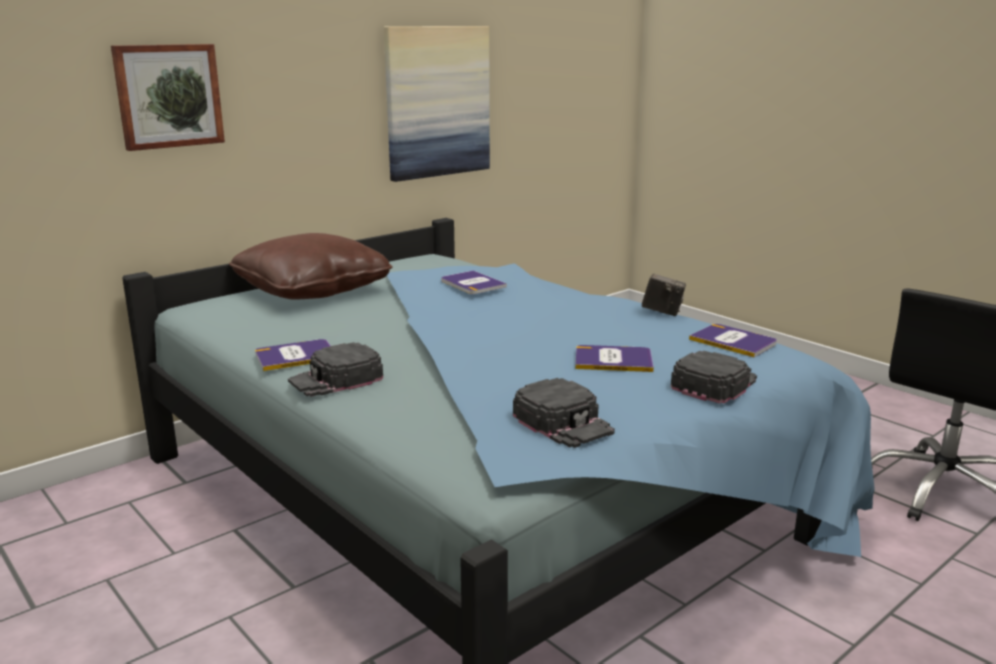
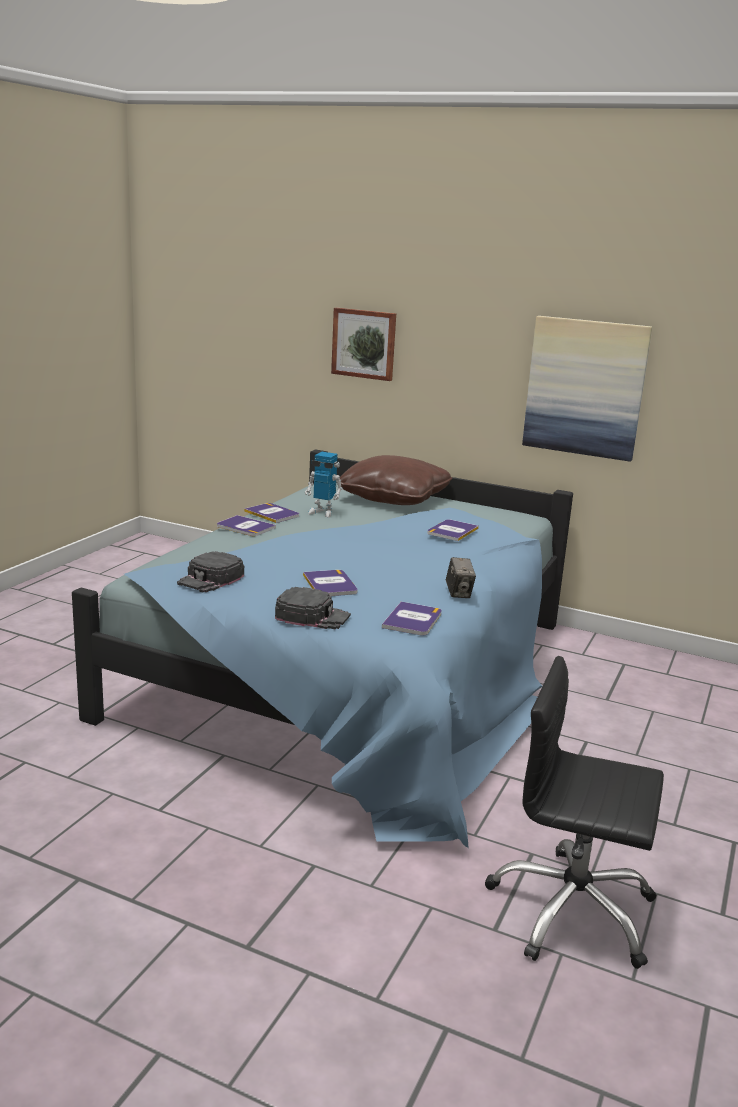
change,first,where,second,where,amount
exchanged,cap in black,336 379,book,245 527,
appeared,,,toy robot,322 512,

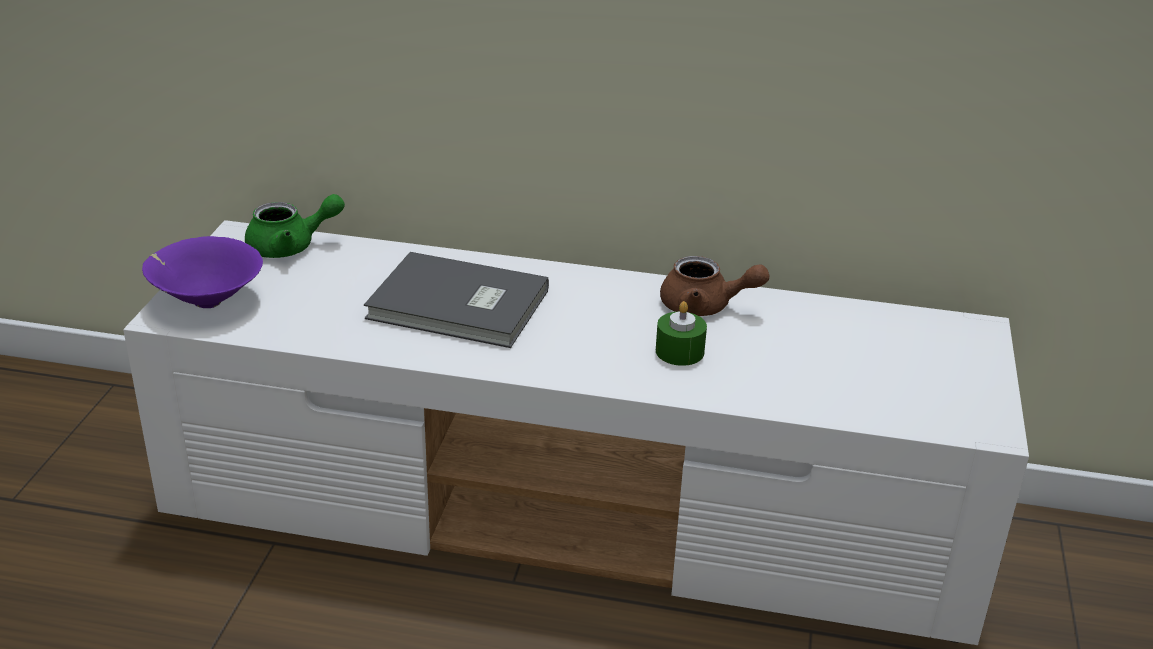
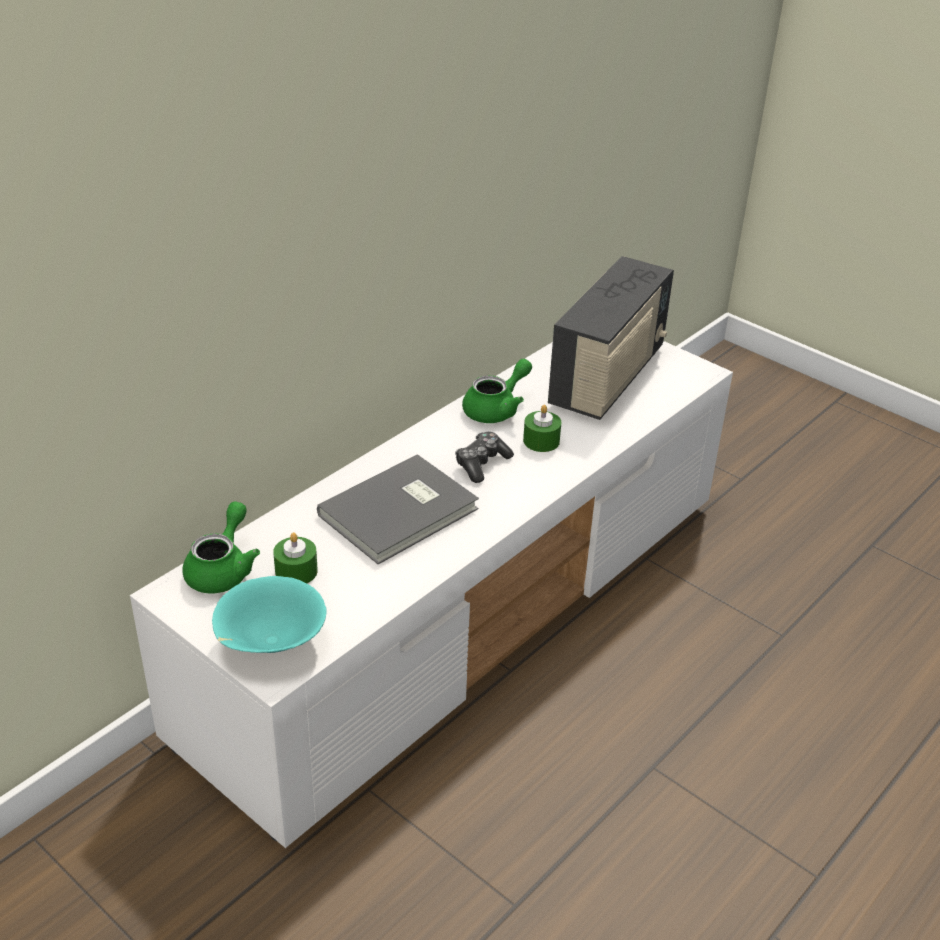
change,first,where,second,where,amount
colour,bowl in purple,205 301,bowl in turquoise,270 644,
appeared,,,candle in green,296 571,
appeared,,,game controller,481 464,
colour,teapot in brown,705 306,teapot in green,496 409,
appeared,,,radio,608 378,

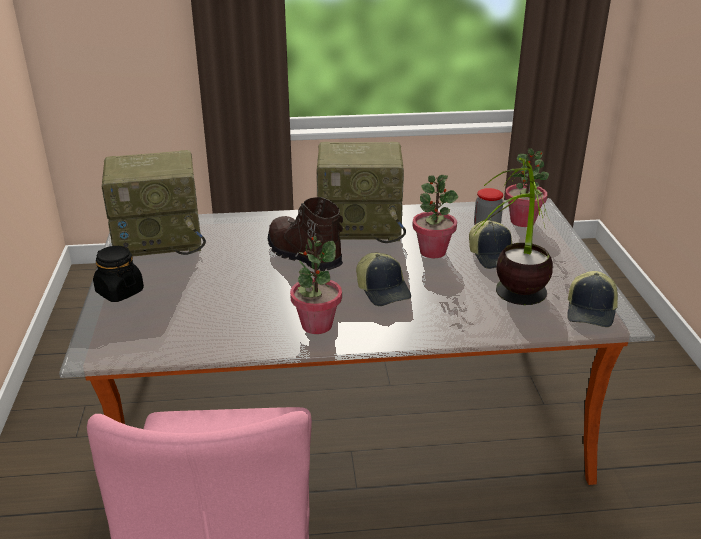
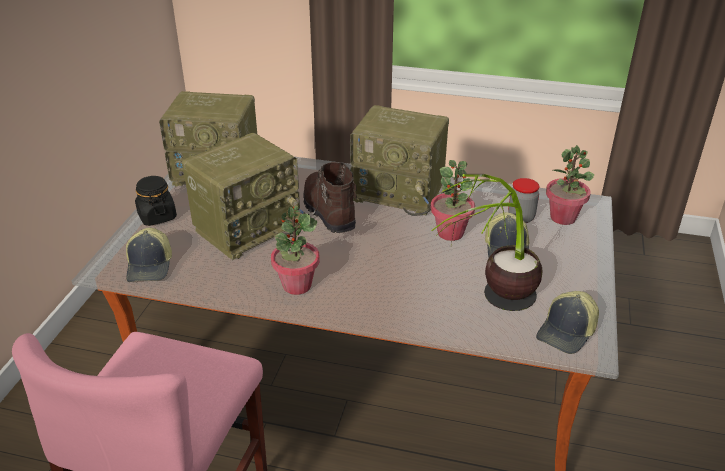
change,first,where,second,where,amount
relocated,cap,383 290,,151 266,
appeared,,,radio,248 227,

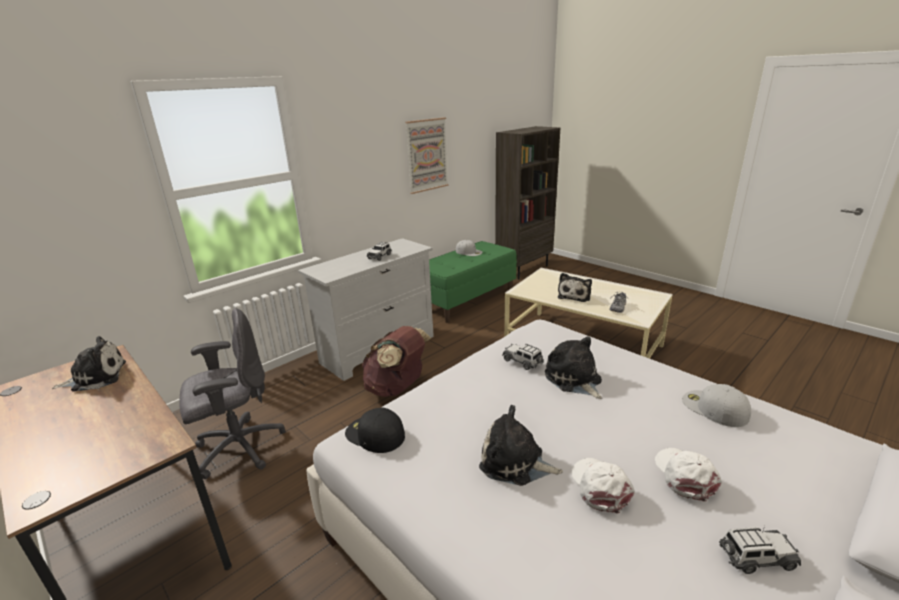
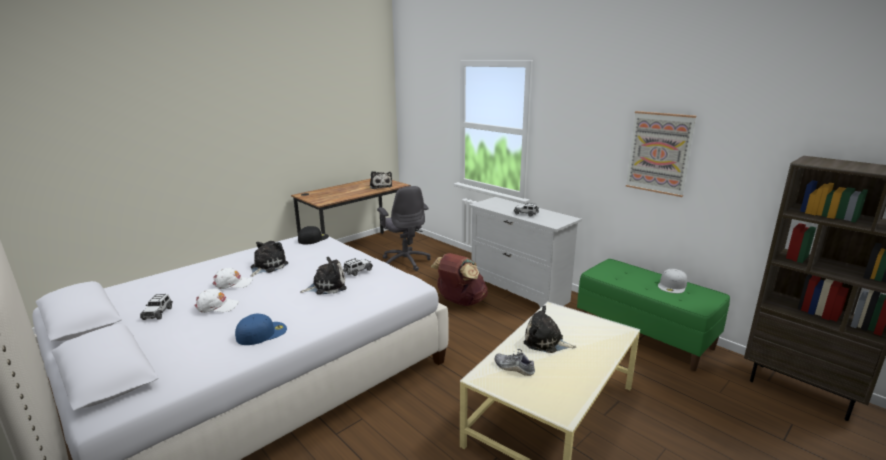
change,first,where,second,where,amount
colour,cap in white,714 408,cap in blue,262 333,

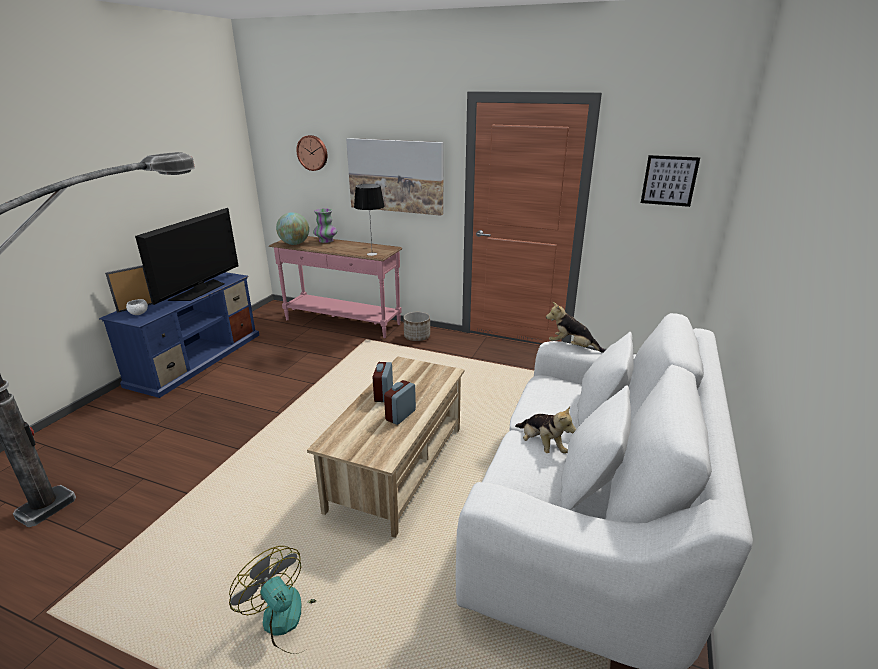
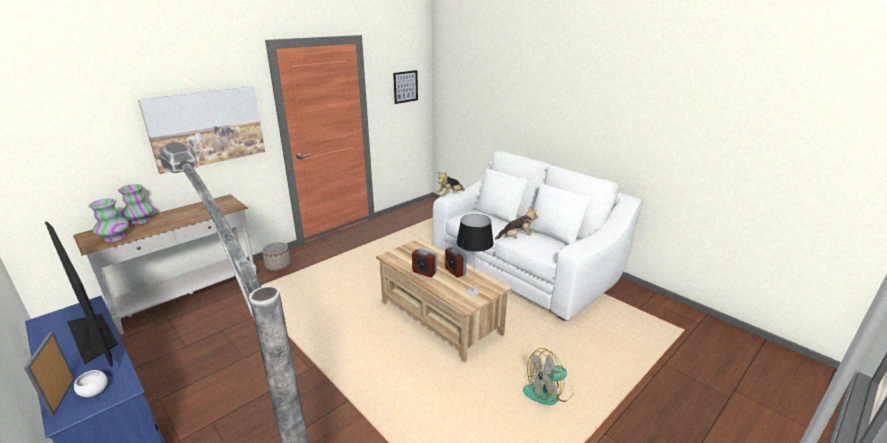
change,first,where,second,where,amount
colour,console table in pink,342 322,console table in white,189 298,
exchanged,globe,294 244,vase,114 238,
relocated,table lamp,371 254,,472 292,
missing,wall clock,313 153,,,

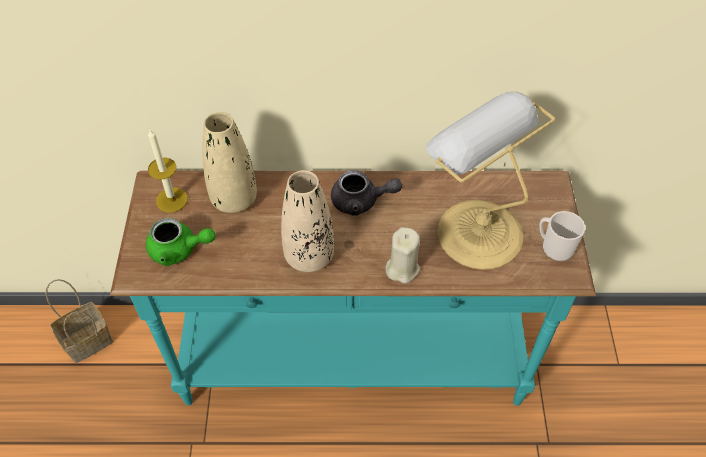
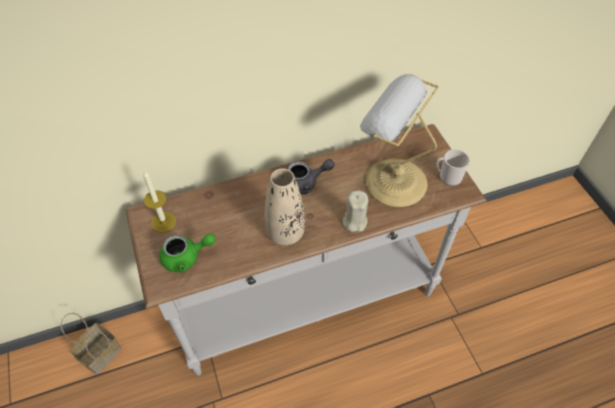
change,first,where,second,where,amount
colour,console table in turquoise,353 363,console table in white,307 304,
missing,vase in beige,234 199,,,

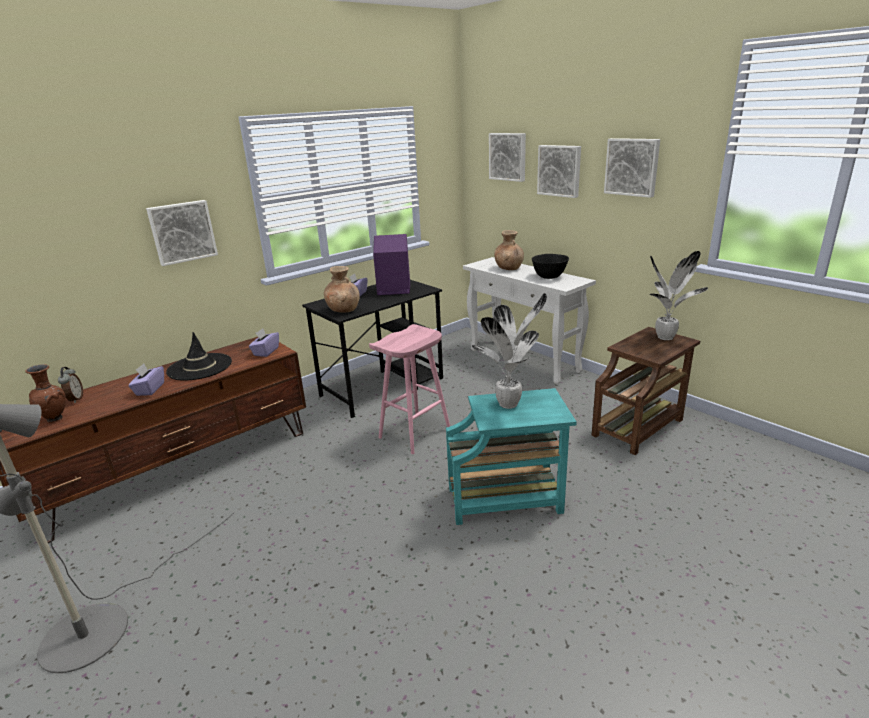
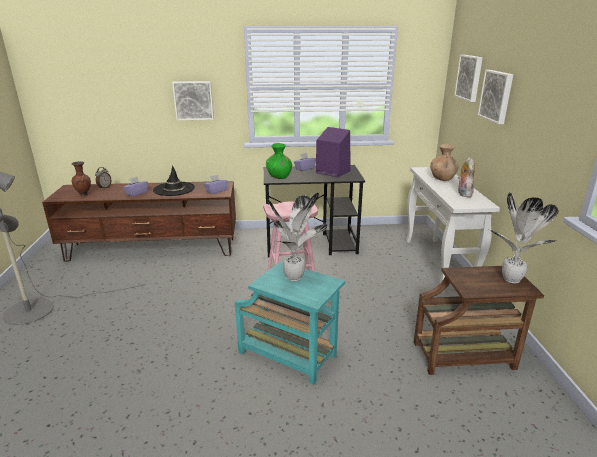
change,first,where,second,where,amount
colour,vase in brown,344 309,vase in green,279 176,
exchanged,bowl in black,549 276,plush toy,463 194,
missing,picture,632 167,,,

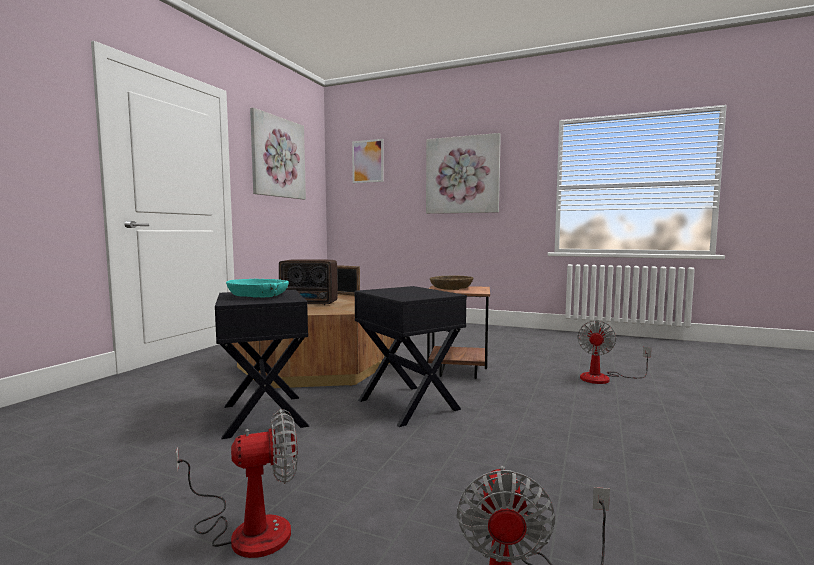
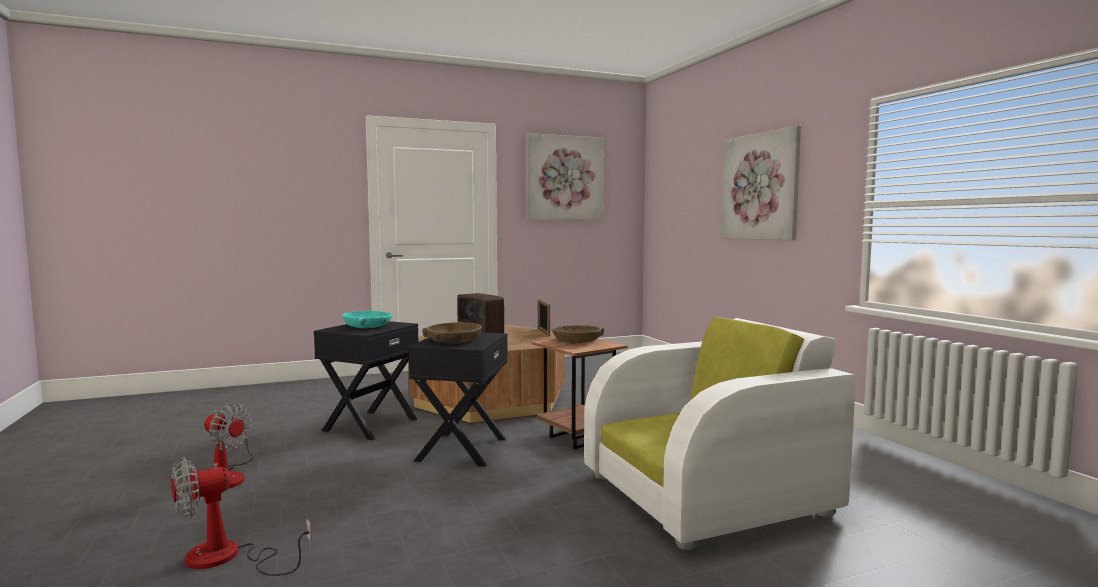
change,first,where,second,where,amount
appeared,,,bowl in brown,454 341,
exchanged,fan,604 378,armchair in white,708 494,
missing,picture,367 161,,,

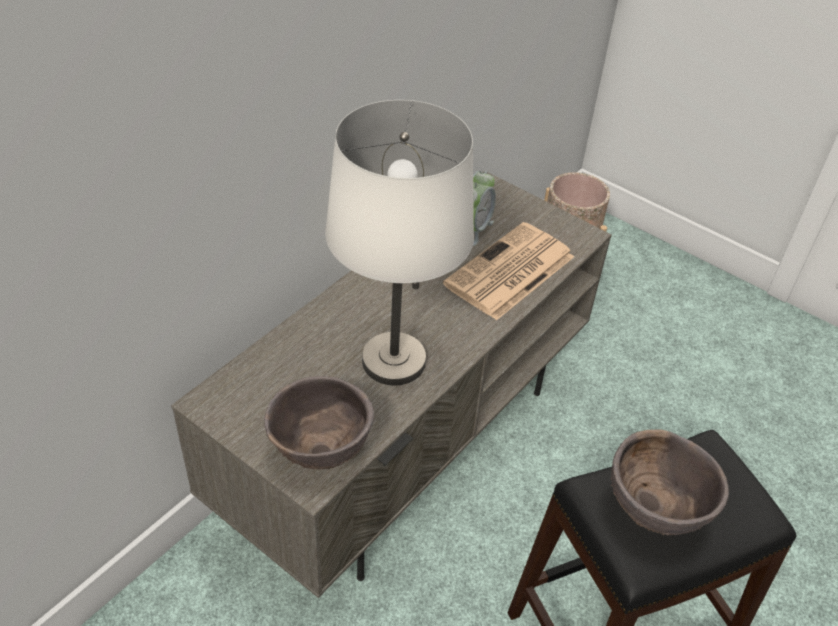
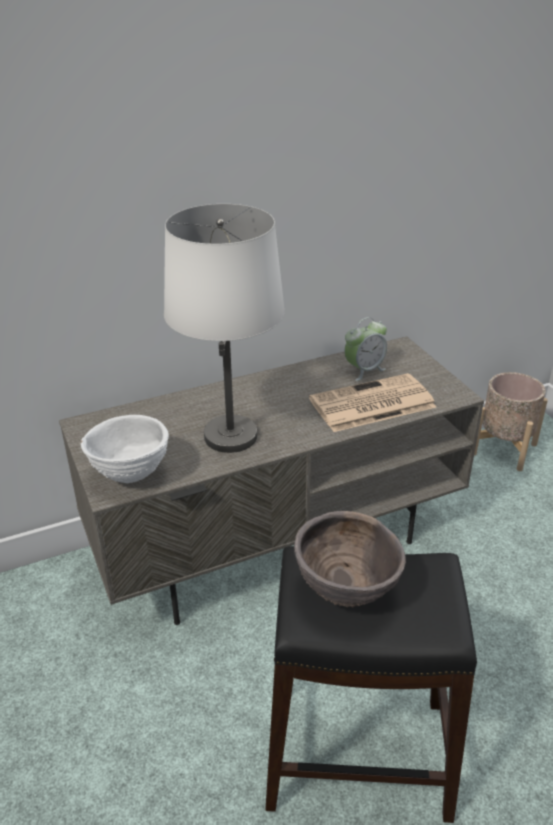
change,first,where,second,where,amount
colour,bowl in brown,320 451,bowl in white,131 475,

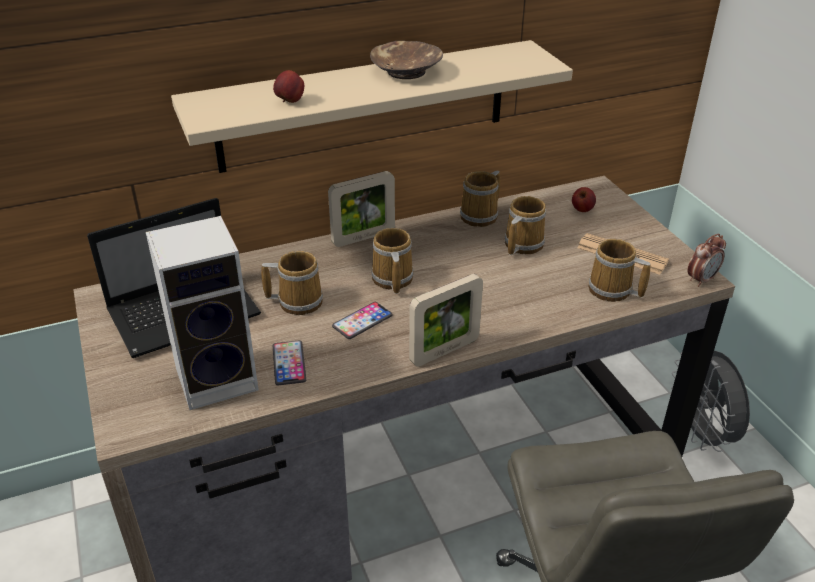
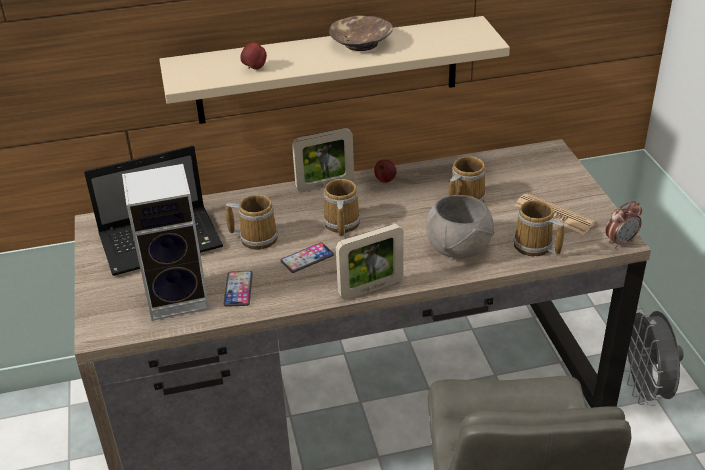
change,first,where,second,where,amount
relocated,apple,582 210,,385 180,
appeared,,,bowl in grey,459 249,
missing,mug,481 216,,,

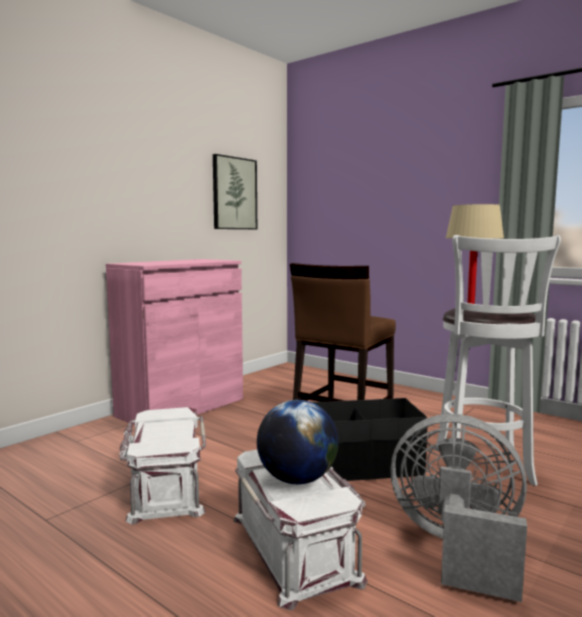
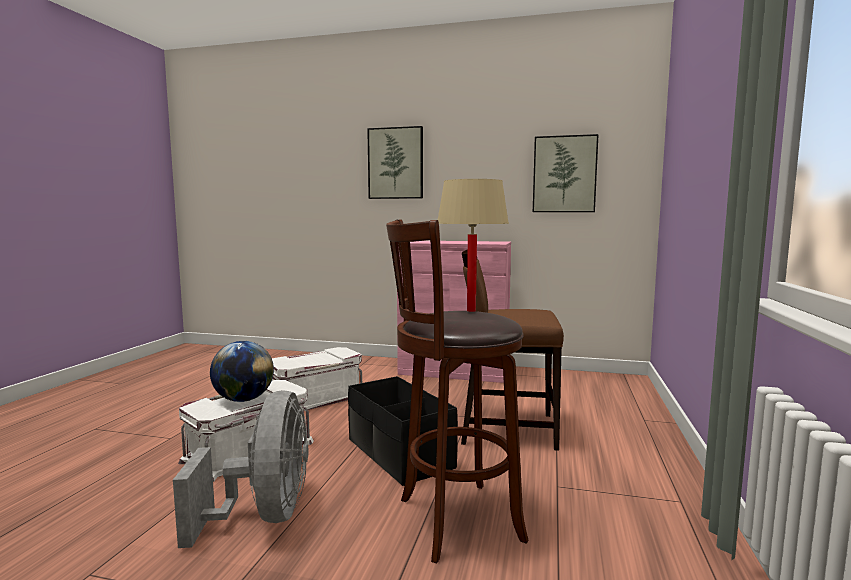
change,first,where,second,where,amount
appeared,,,picture,395 163,
colour,stool in white,483 468,stool in brown,453 520,

